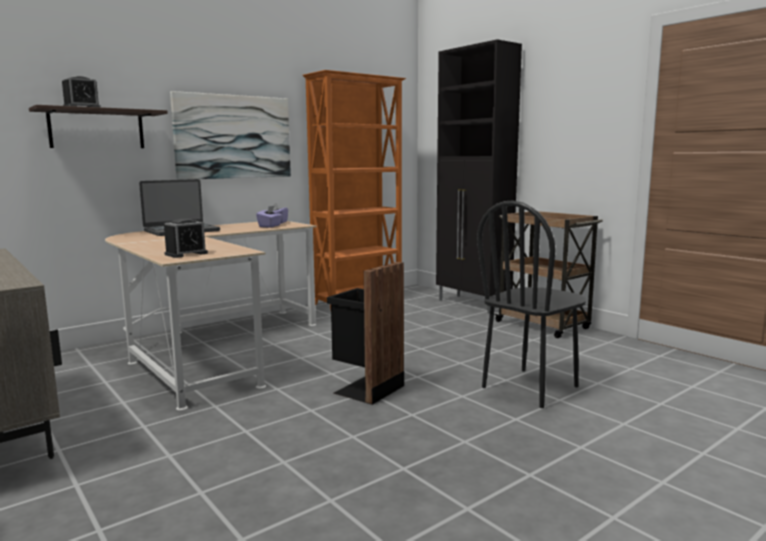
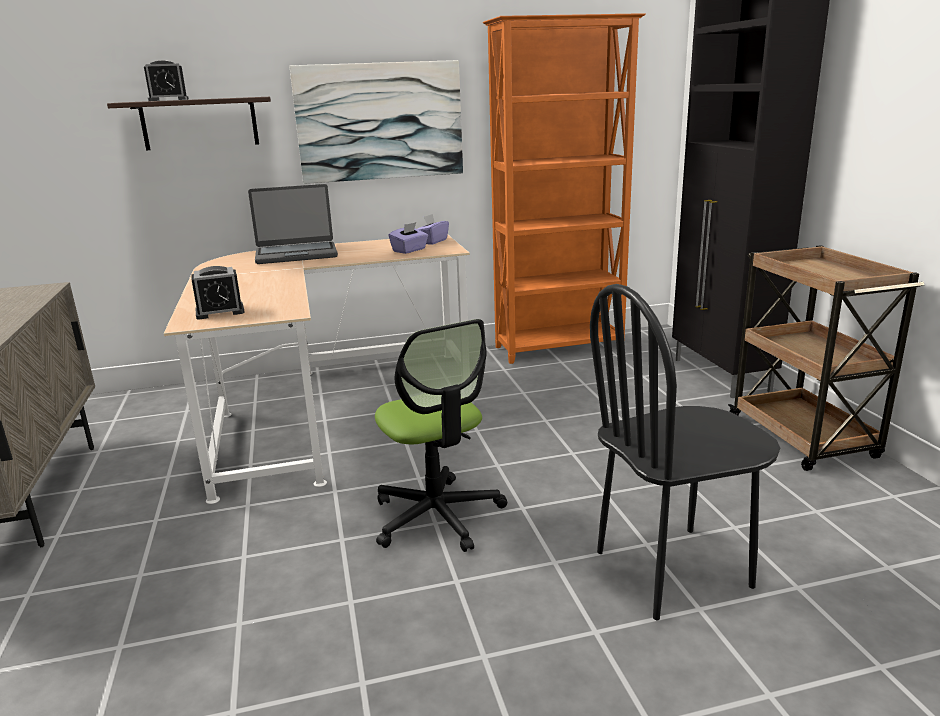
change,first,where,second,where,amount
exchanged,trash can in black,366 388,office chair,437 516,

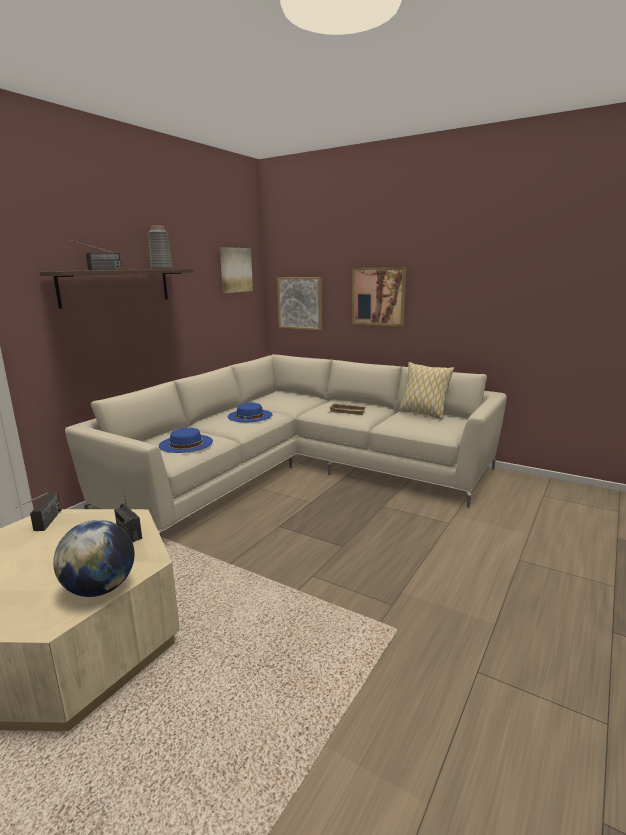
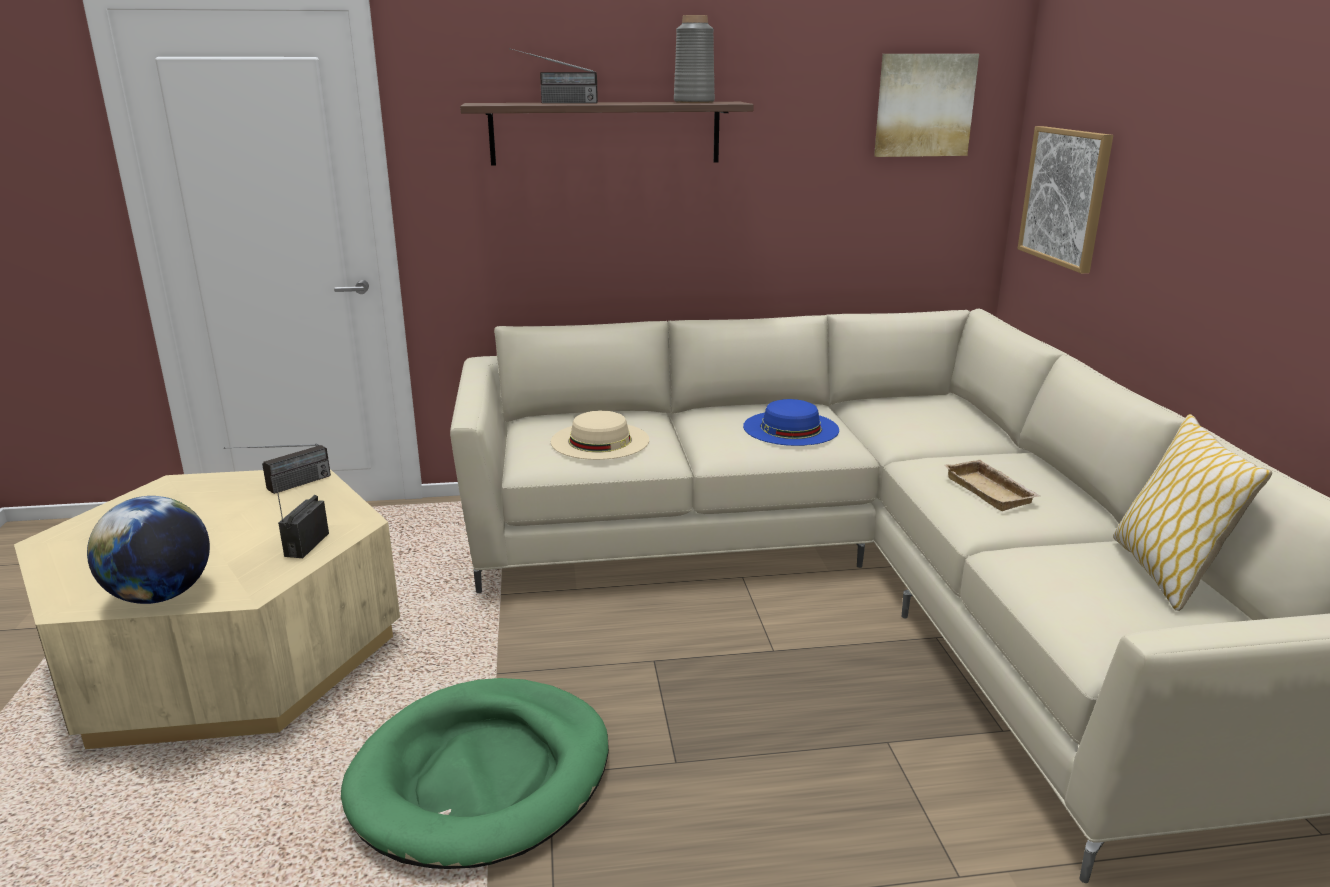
change,first,where,second,where,amount
appeared,,,dog bed in green,482 776,
colour,hat in blue,186 443,hat in beige,600 440,
missing,picture,378 296,,,

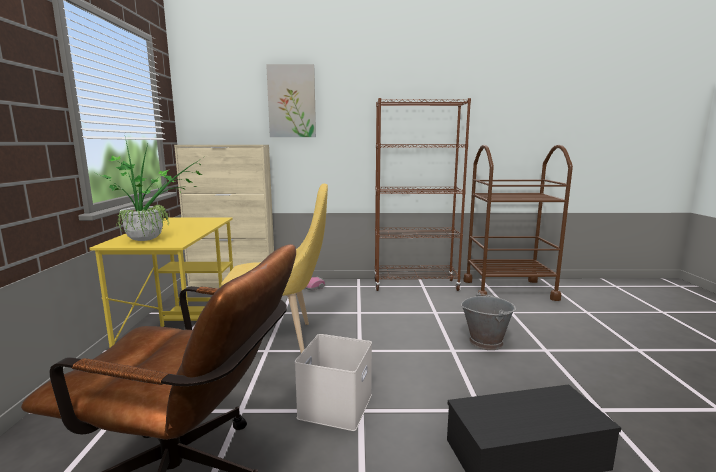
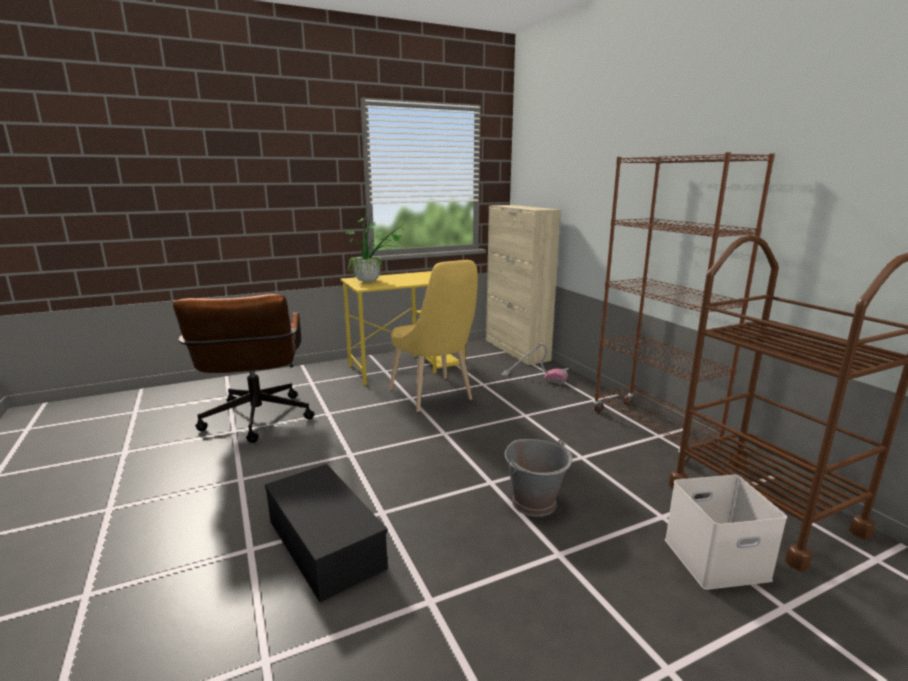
change,first,where,second,where,amount
relocated,storage box in white,335 404,,716 557,
missing,picture,292 101,,,

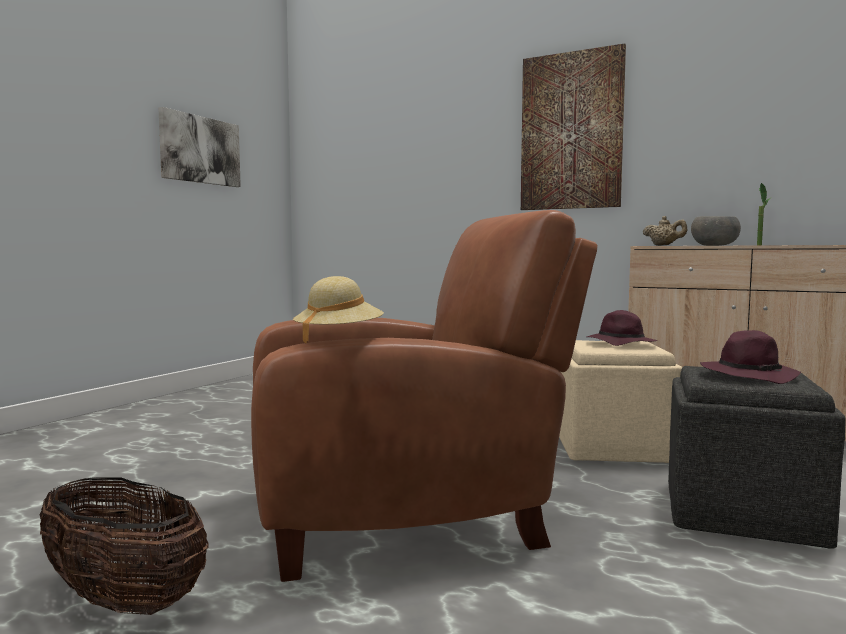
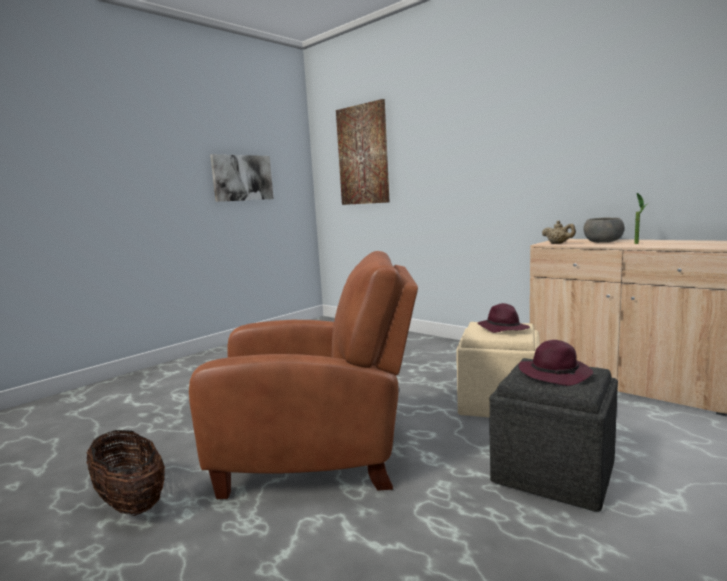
change,first,where,second,where,amount
relocated,picture,571 131,,363 155,
missing,hat in beige,338 338,,,

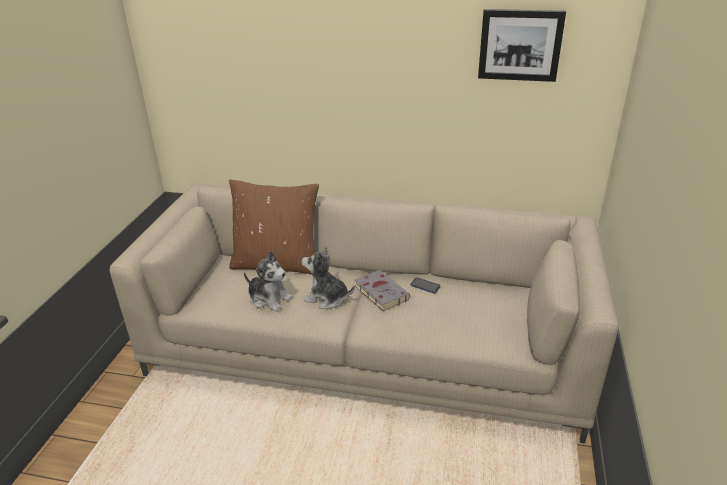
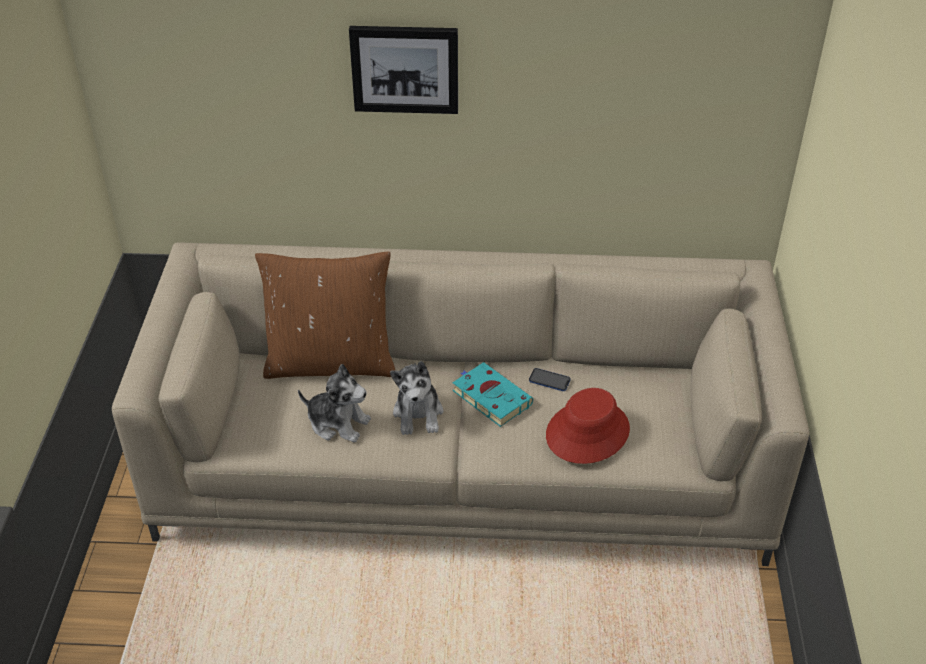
change,first,where,second,where,amount
relocated,picture,520 45,,405 68,
spun,plush toy,327 298,,418 414,105 degrees counterclockwise
colour,book in grey,380 292,book in turquoise,490 396,
appeared,,,hat in red,587 432,

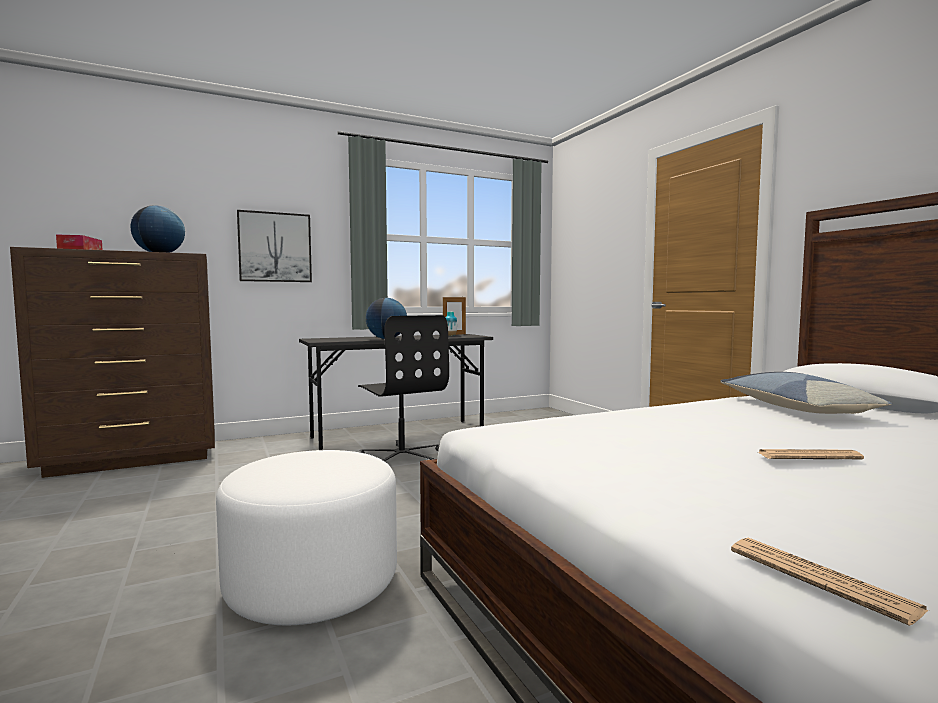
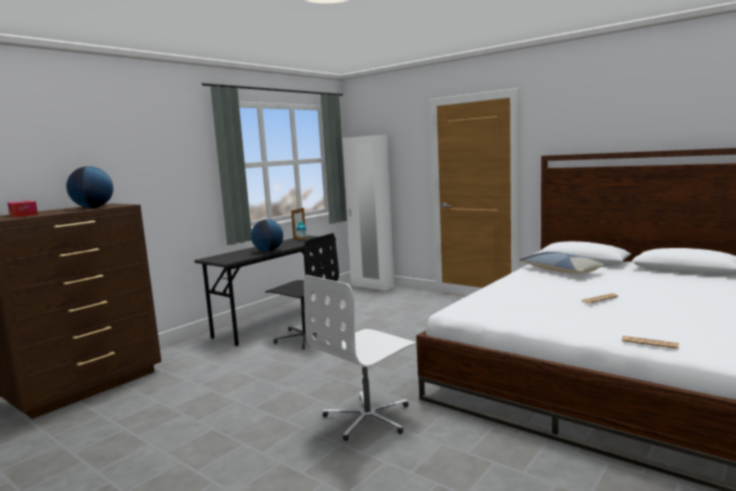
change,first,where,second,where,amount
exchanged,ottoman in white,312 582,office chair in white,368 418,
appeared,,,wardrobe in white,372 286,
missing,picture,275 247,,,

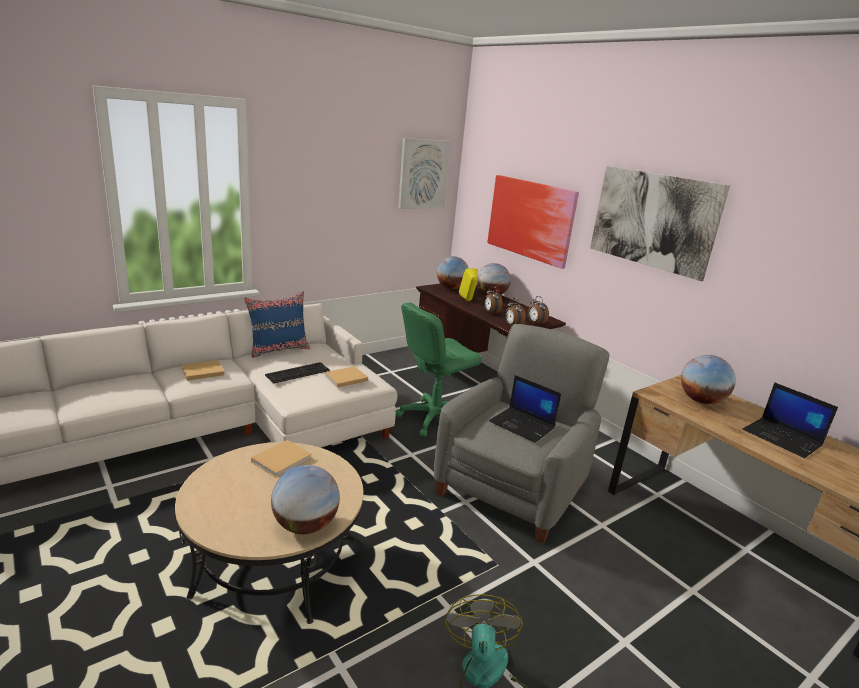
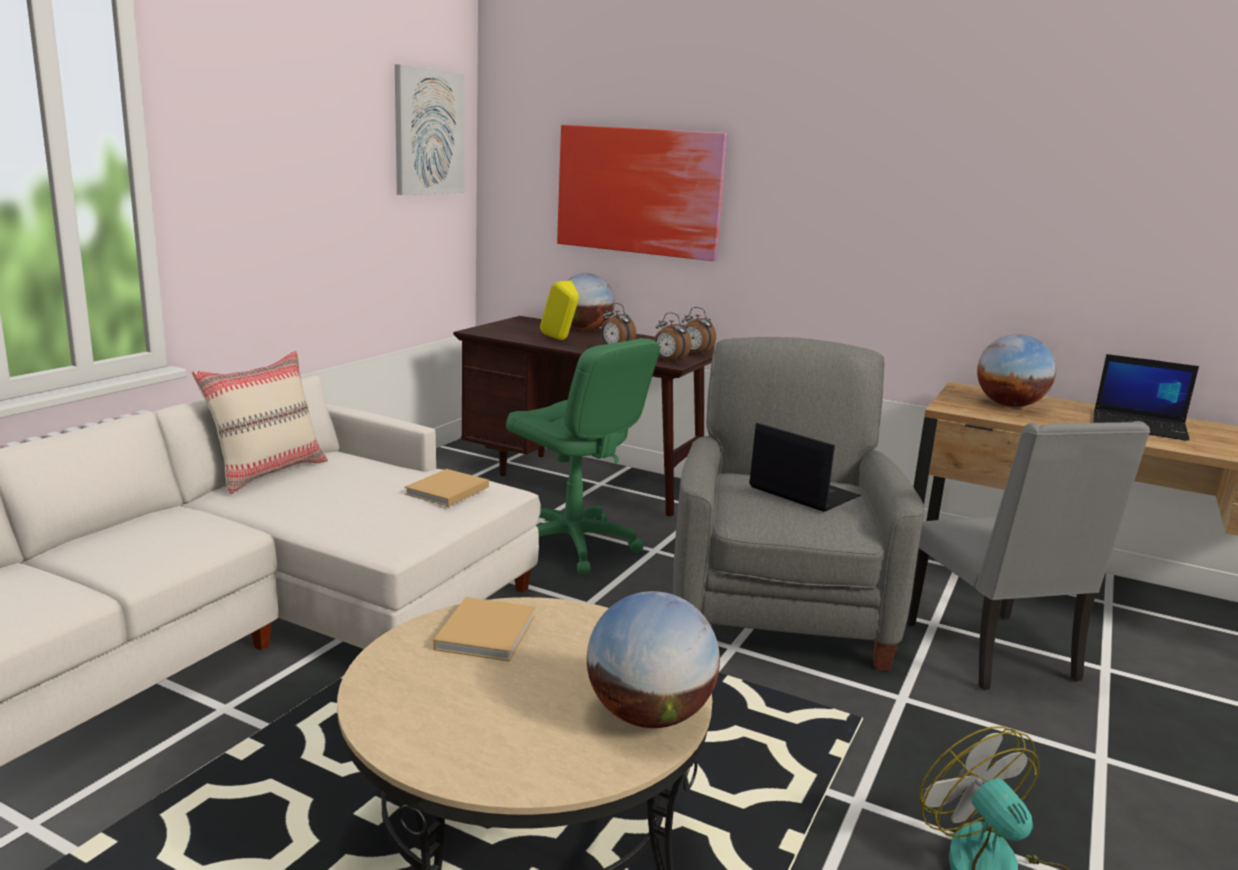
change,first,where,second,where,amount
colour,pillow in blue,279 349,pillow in beige,268 472,
spun,office chair in green,433 418,,572 545,75 degrees counterclockwise
spun,laptop,523 425,,801 492,150 degrees counterclockwise
appeared,,,chair in grey,994 653,
missing,book in beige,201 372,,,
missing,keyboard,298 372,,,
missing,globe,451 288,,,
missing,picture,653 220,,,

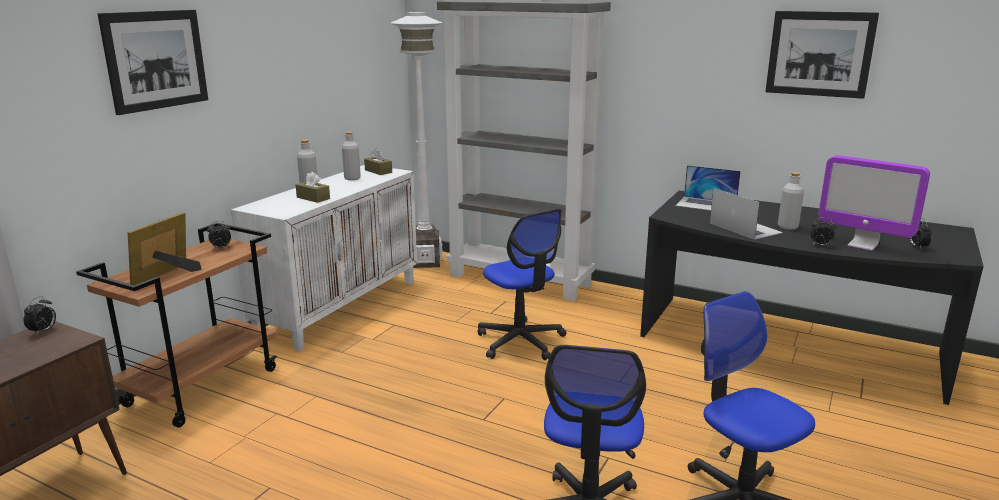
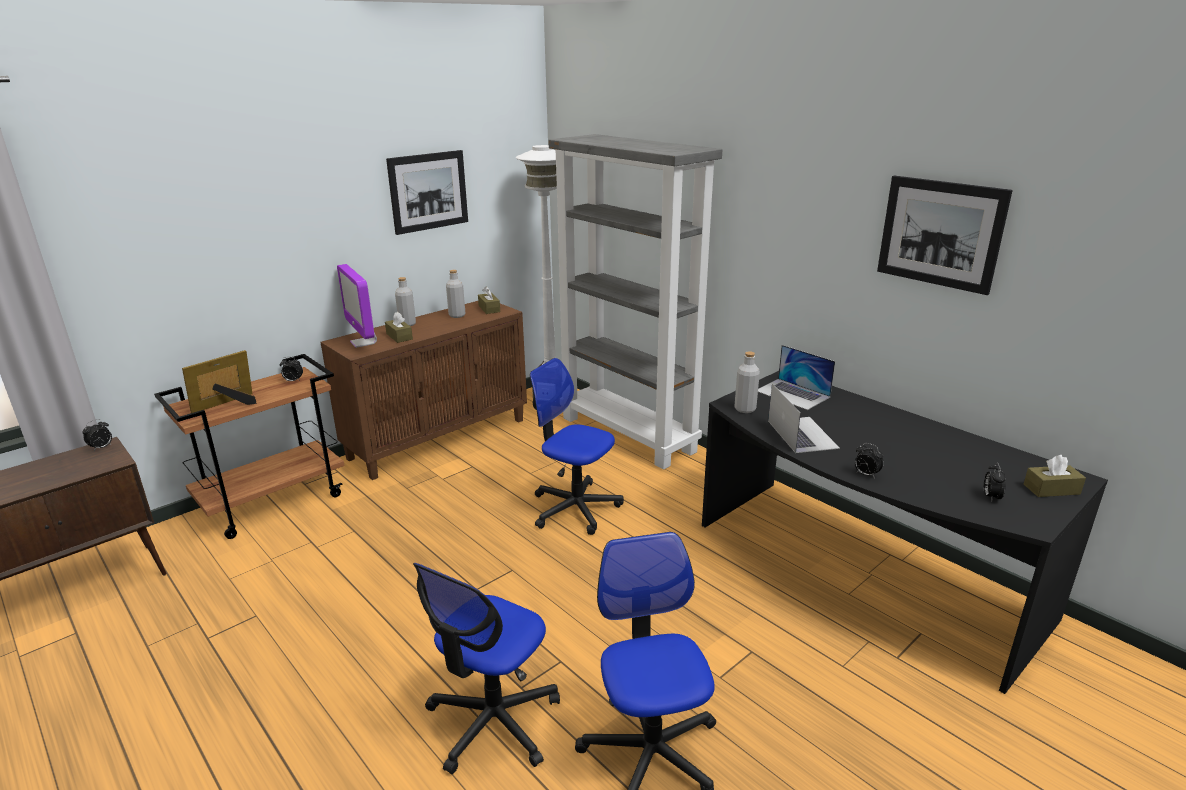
change,first,where,second,where,amount
colour,cabinet in white,340 307,cabinet in brown,439 438,
relocated,monitor,863 245,,363 342,
relocated,picture,156 60,,428 191,
spun,office chair,521 341,,575 508,135 degrees clockwise
relocated,bottle in grey,787 227,,745 409,
appeared,,,tissue box in brown,1051 489,

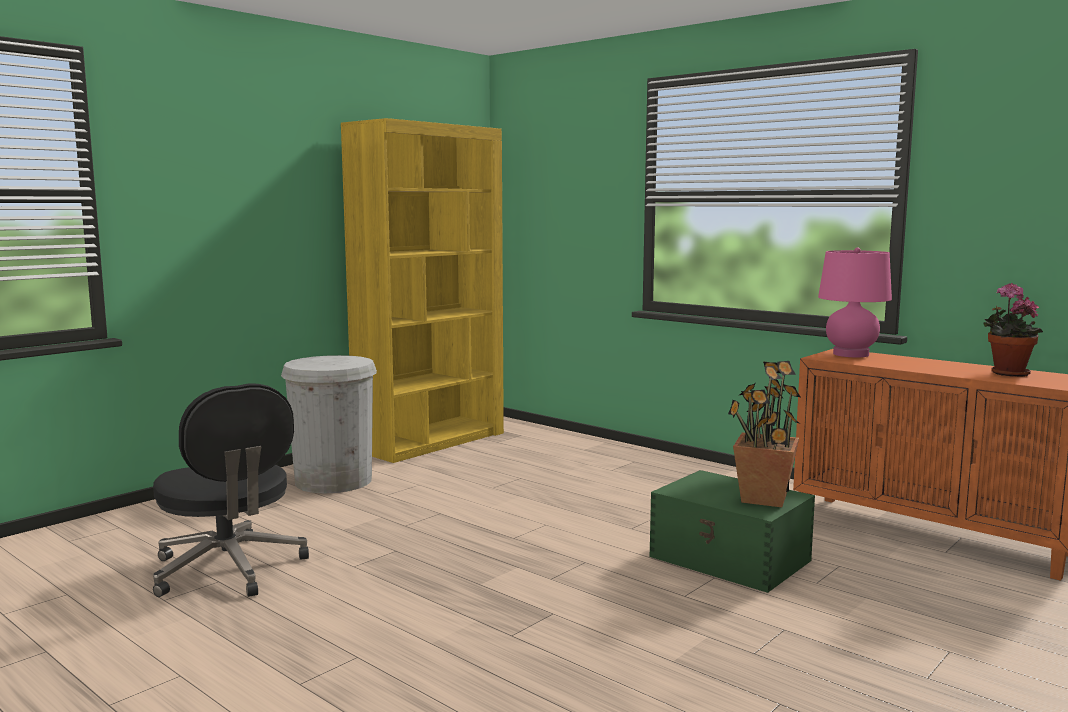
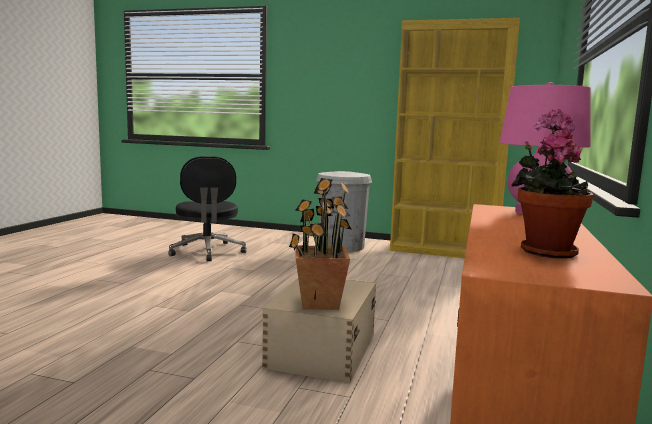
change,first,where,second,where,amount
spun,office chair in black,229 569,,207 251,45 degrees counterclockwise
colour,storage box in green,731 559,storage box in beige,321 351,

